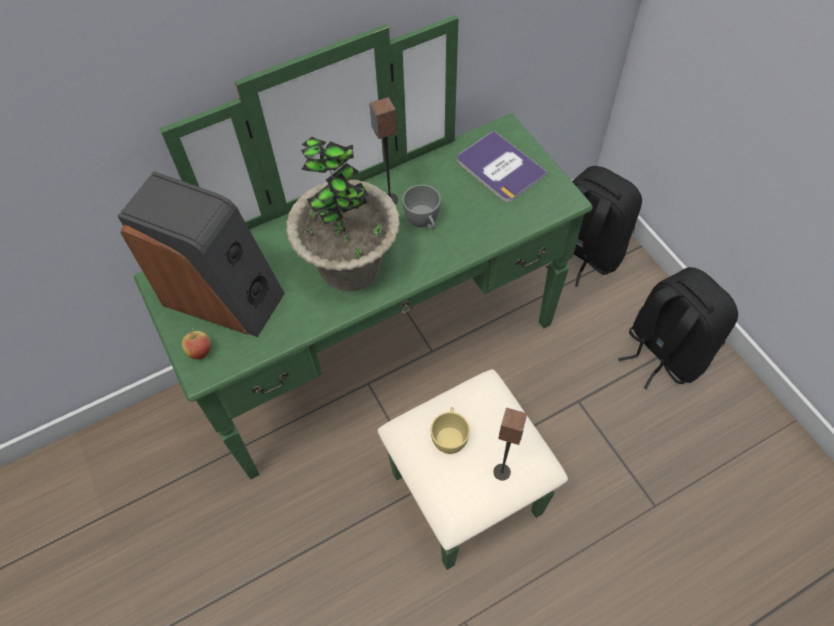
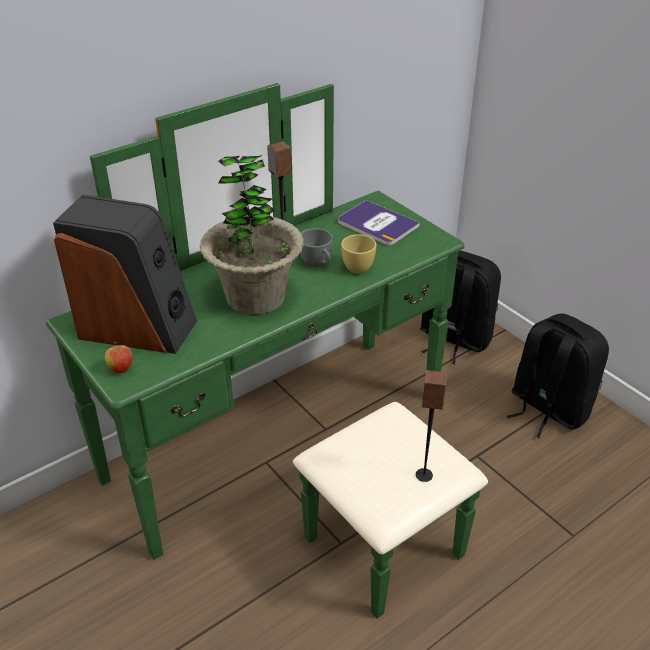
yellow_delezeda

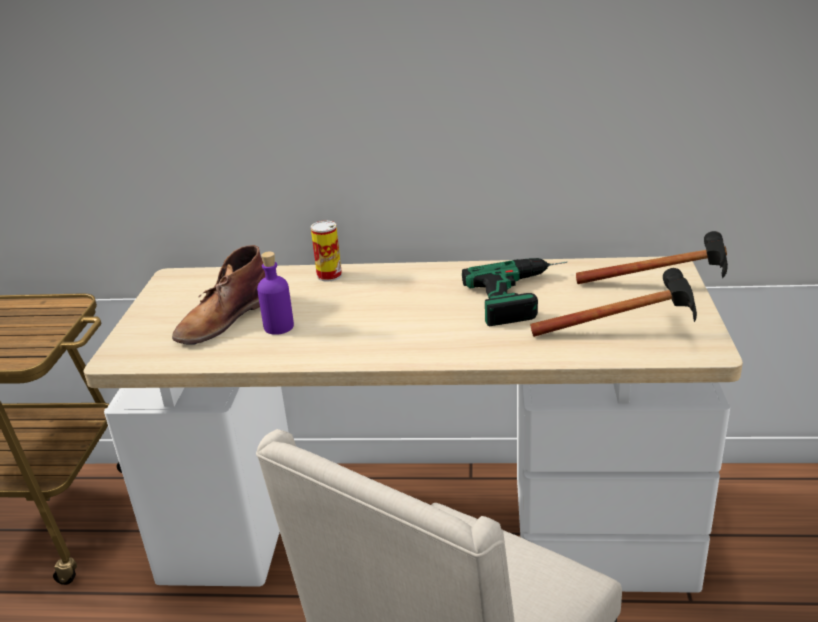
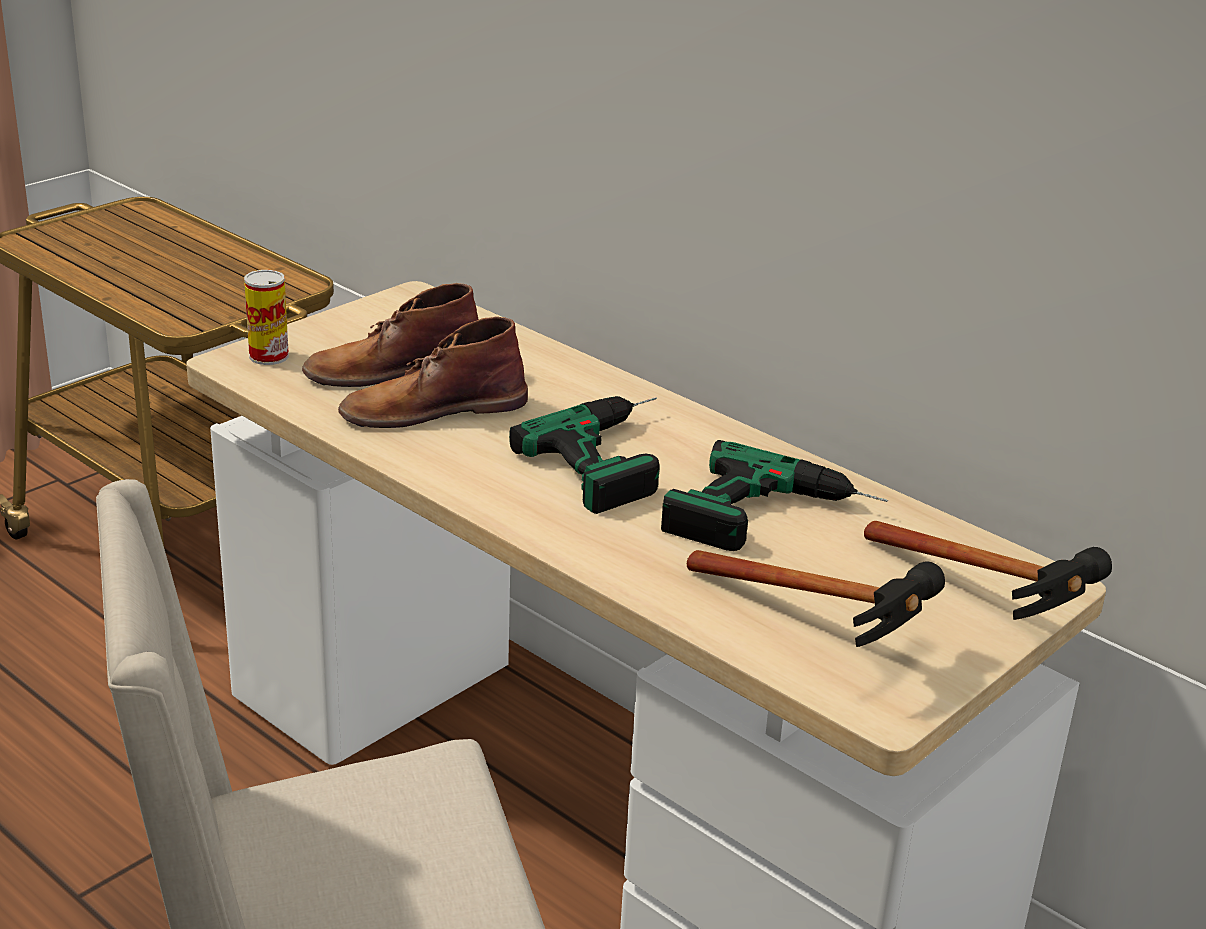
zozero; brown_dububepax (2nd from left); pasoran (1st from left)

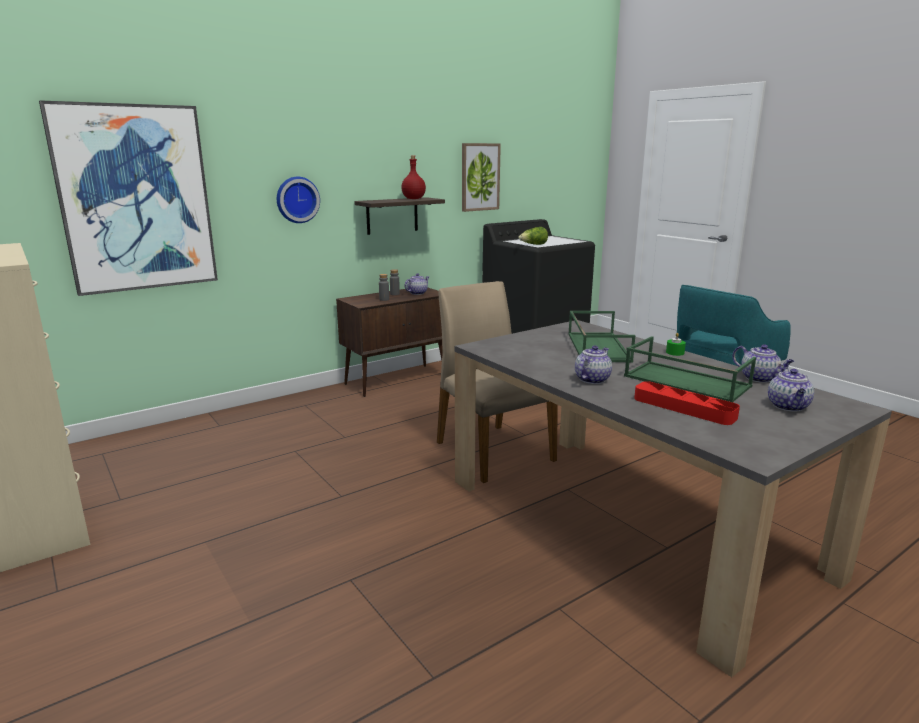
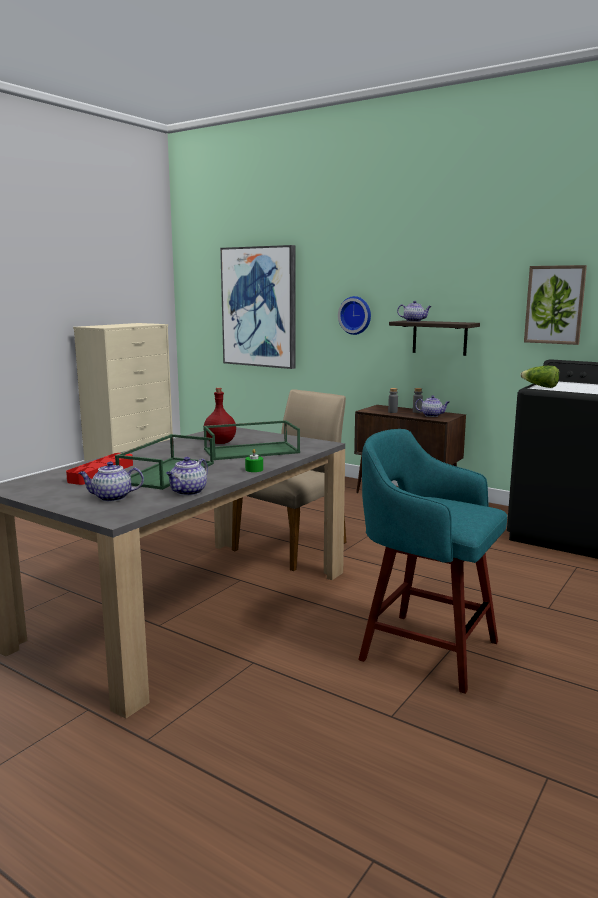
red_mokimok; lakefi (3rd from left)

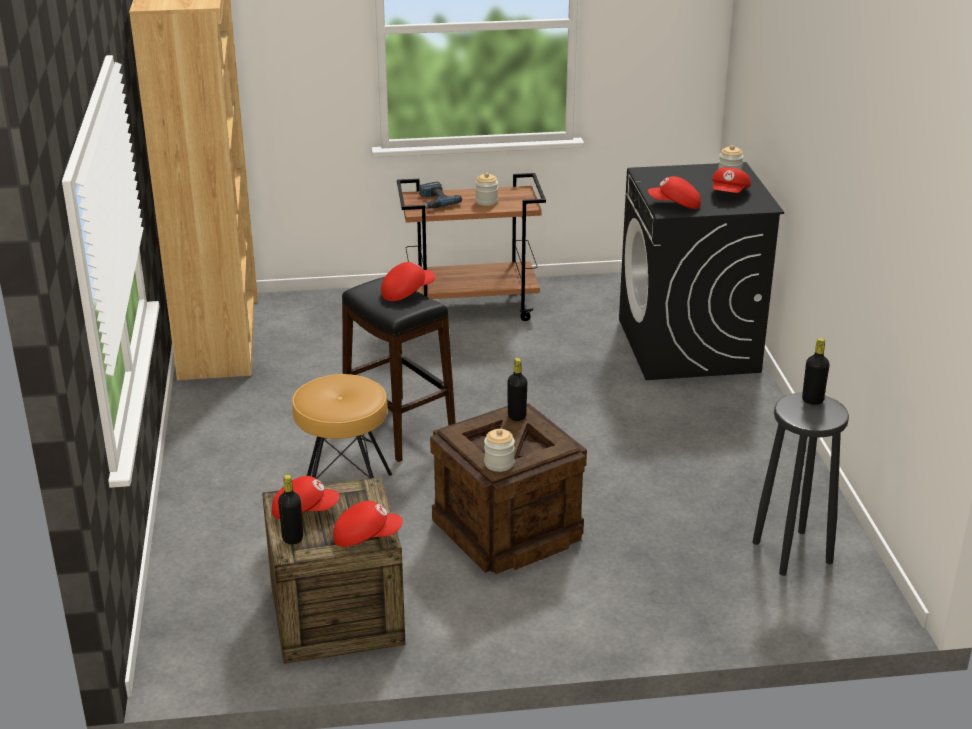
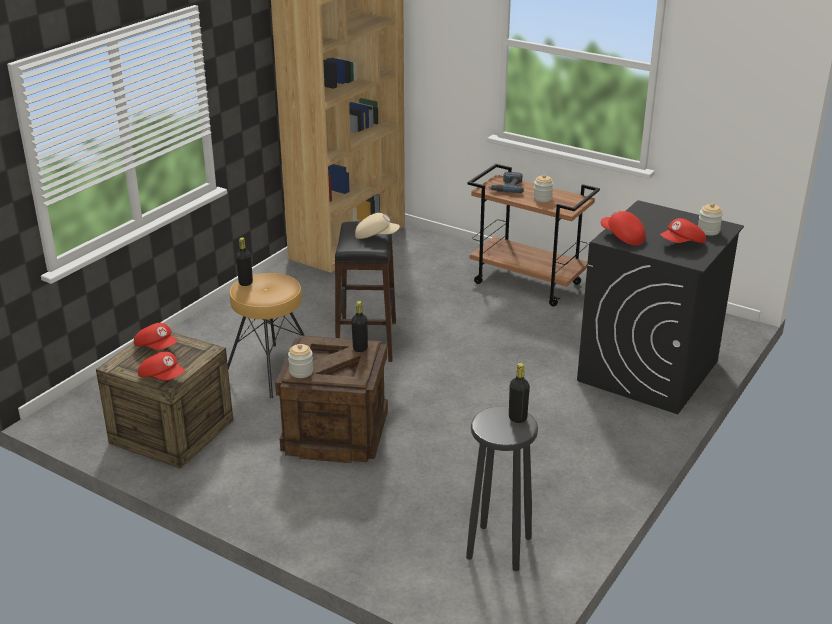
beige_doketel; black_mokimok (1st from left)

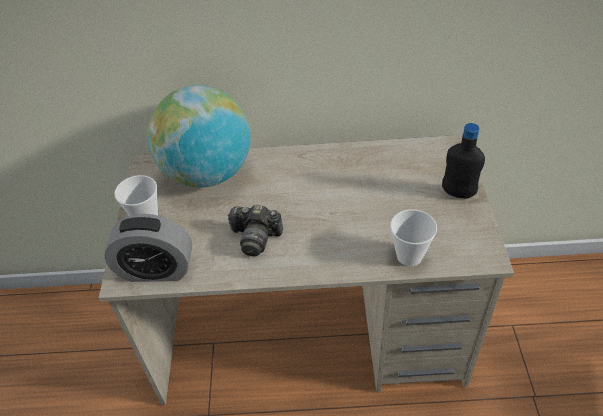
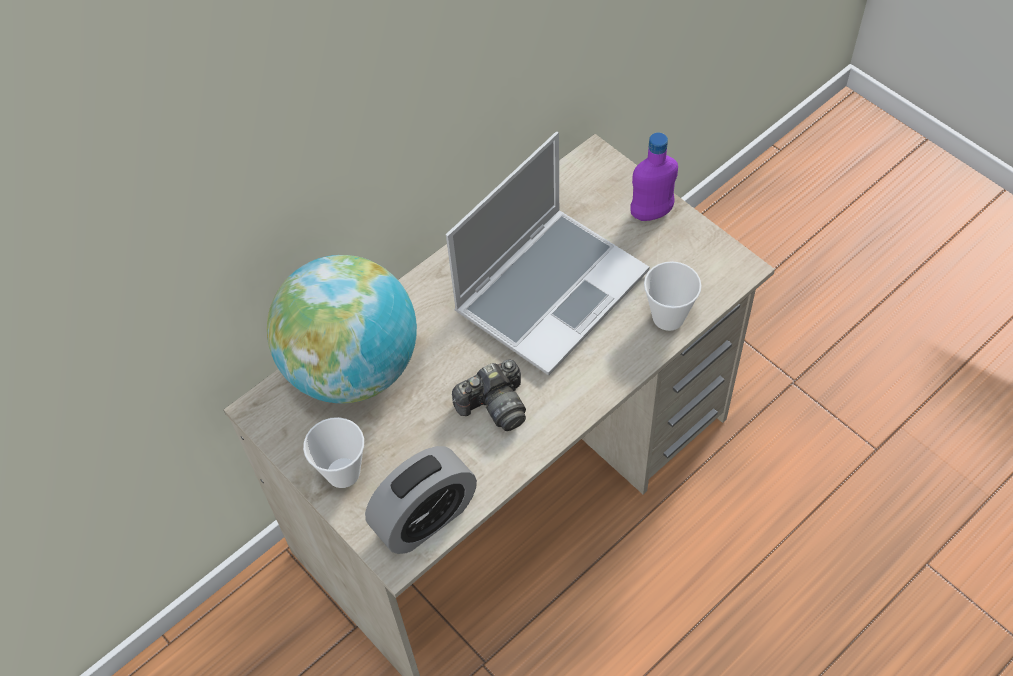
purple_mokimok; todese

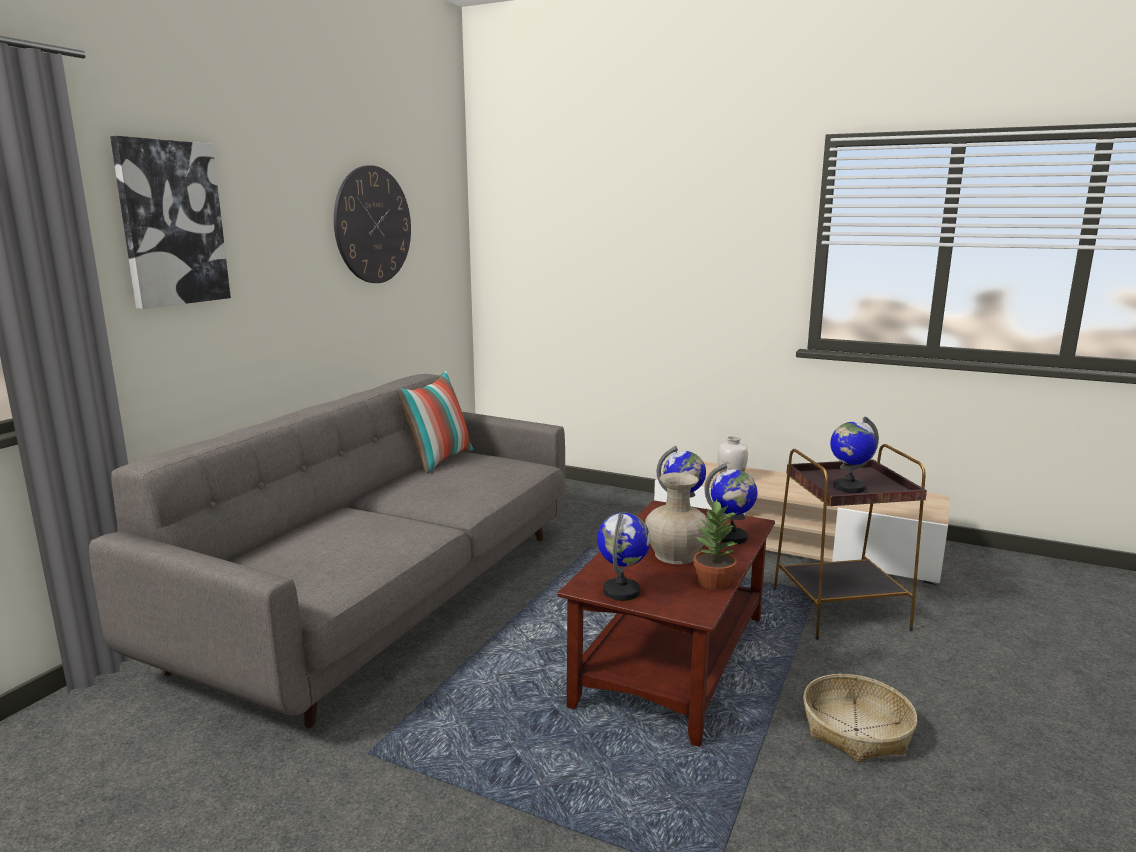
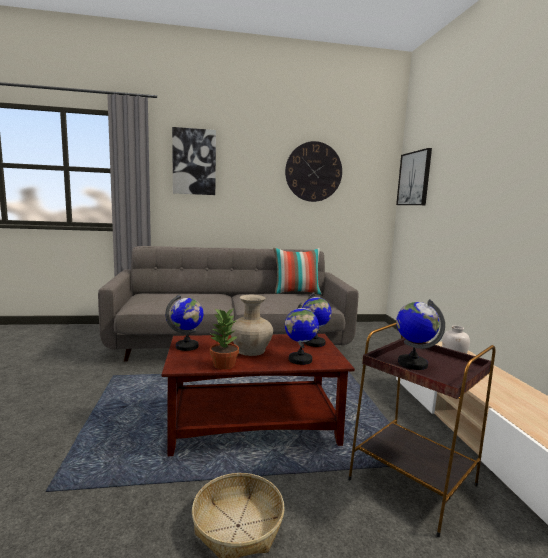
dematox (2nd from left)

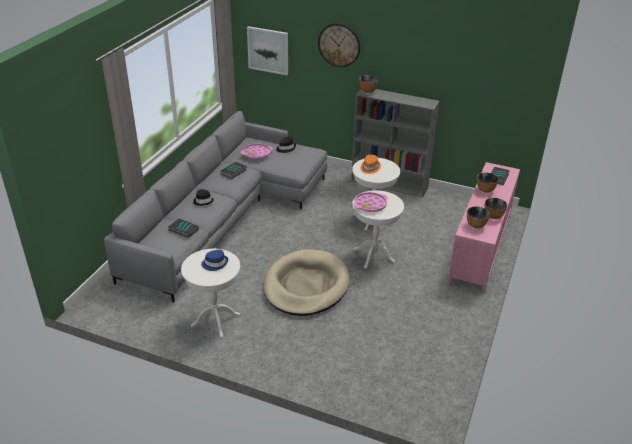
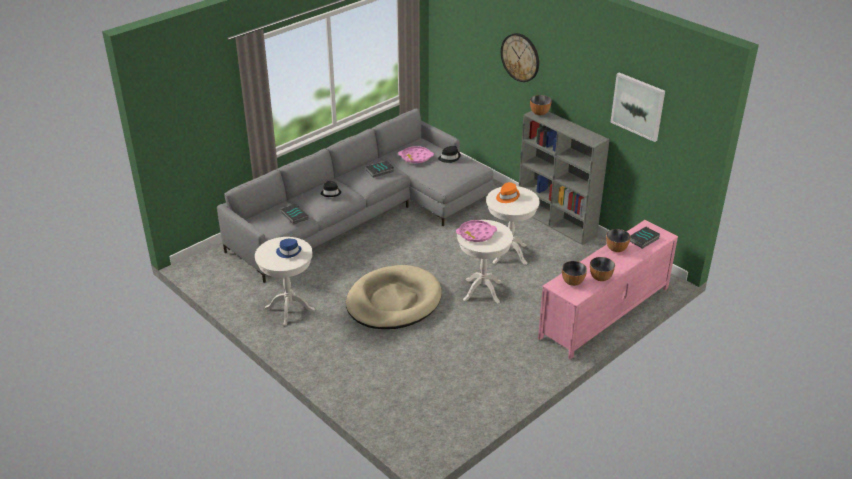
dematox

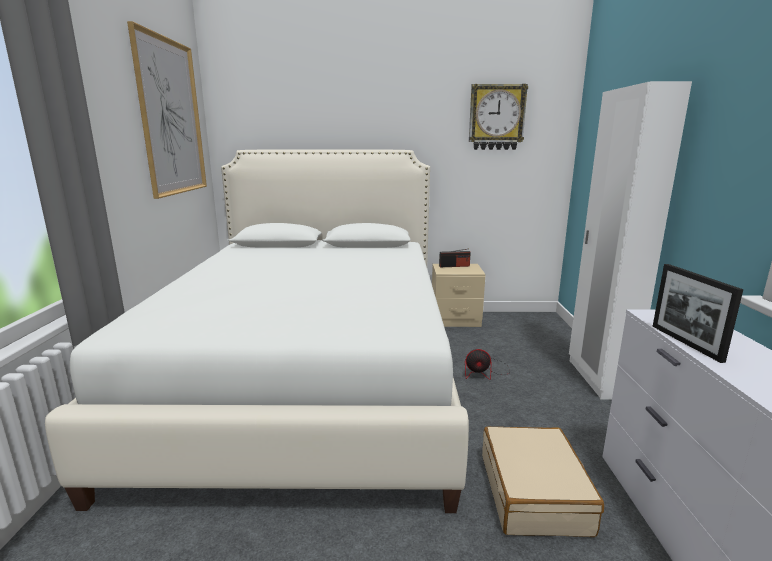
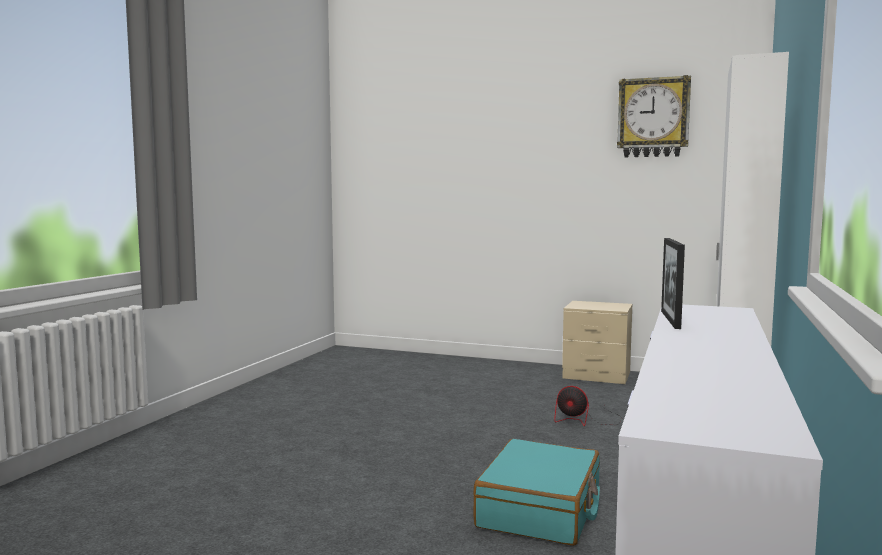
dematox; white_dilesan; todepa; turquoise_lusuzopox

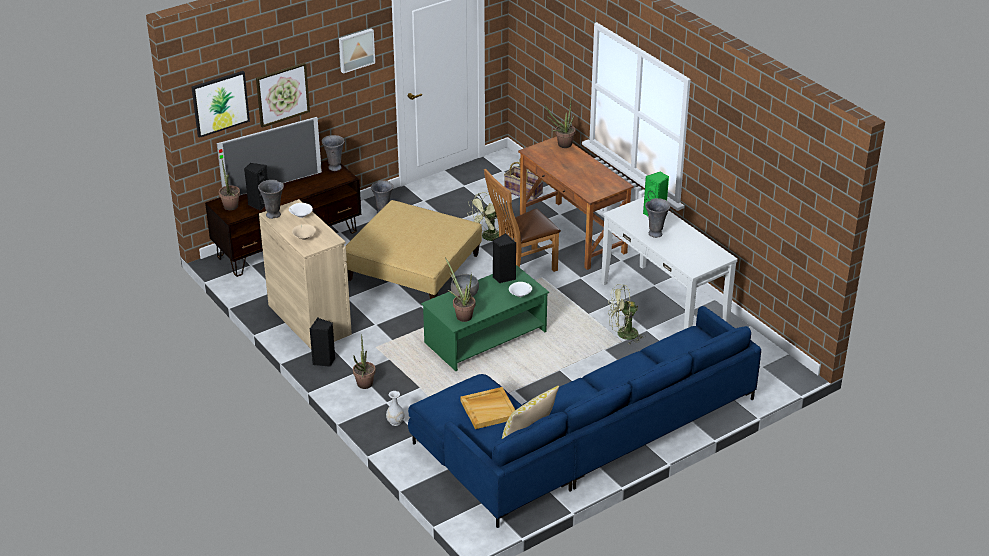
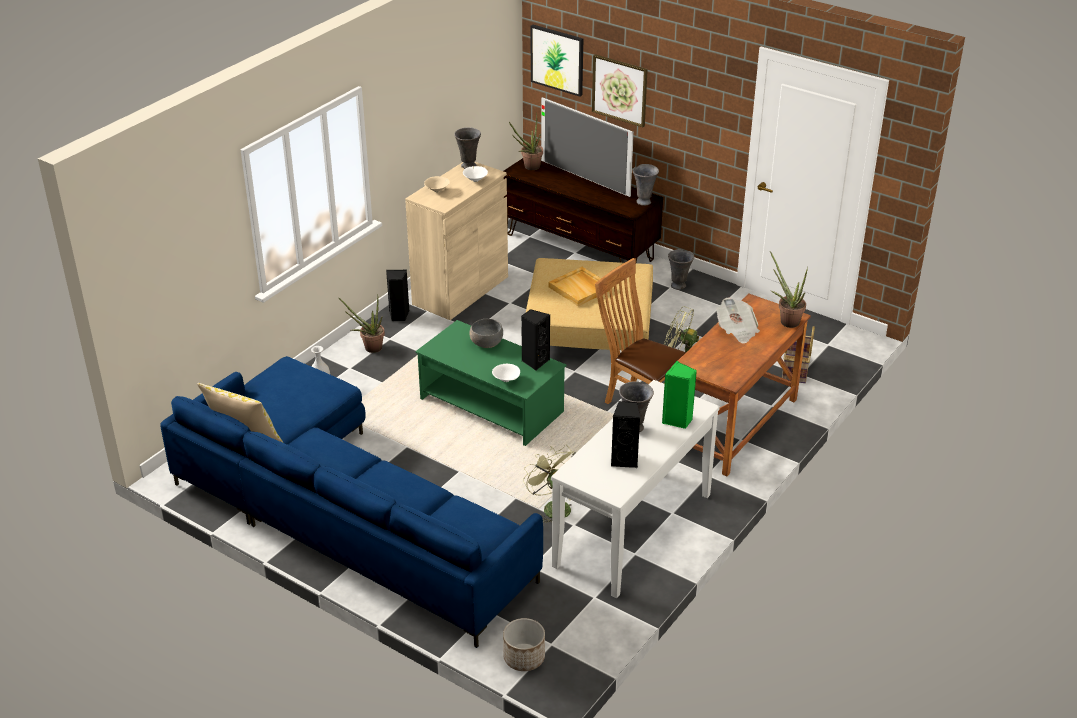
dematox (3rd from left in the first image); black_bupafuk (3rd from left); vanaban (3rd from left in the first image); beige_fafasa; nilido; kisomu

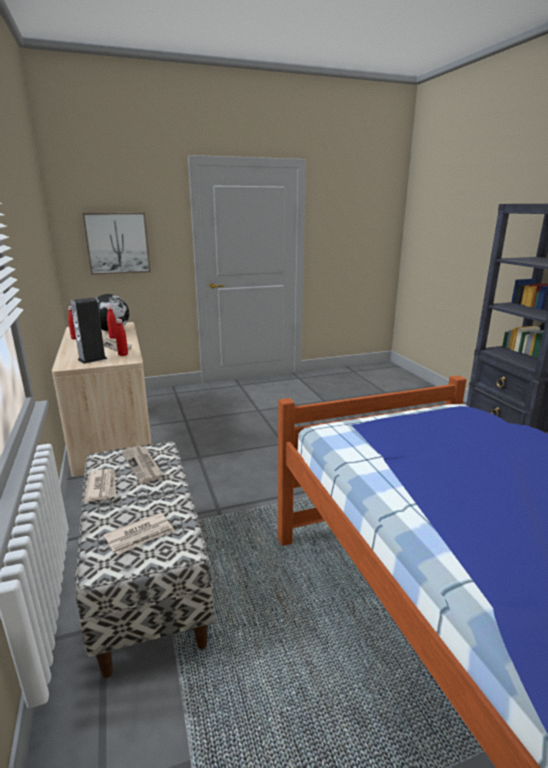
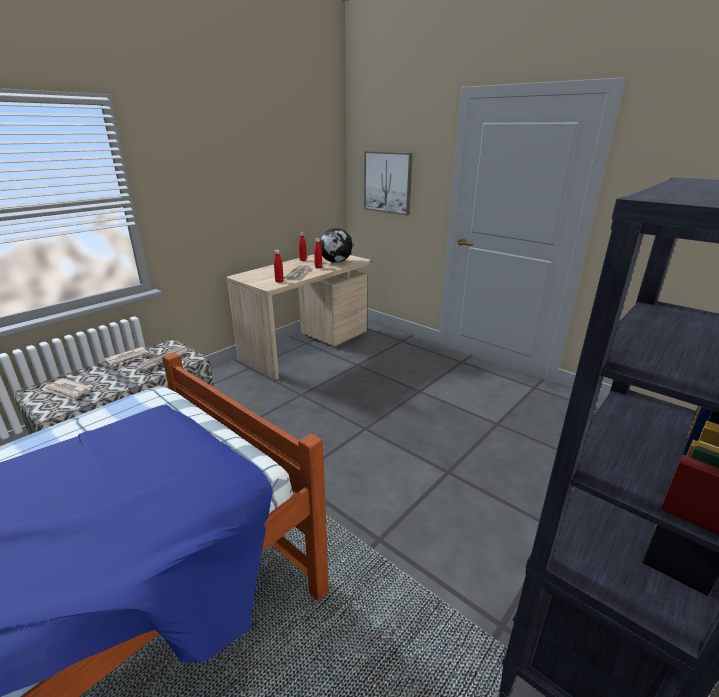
bupafuk

